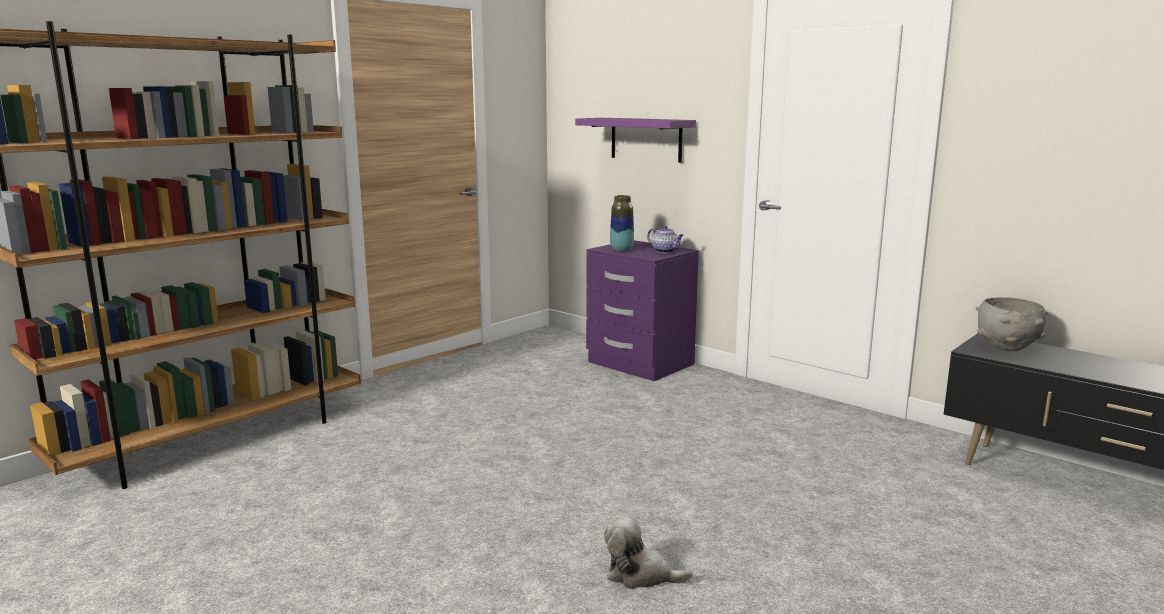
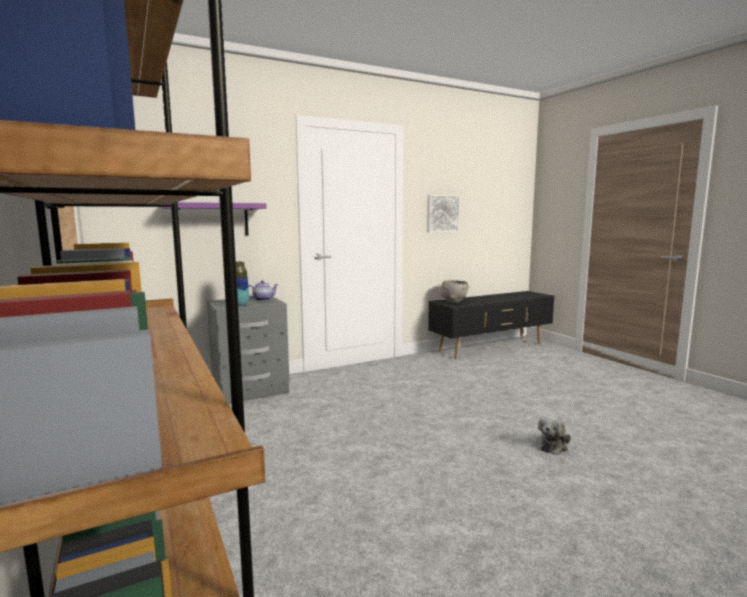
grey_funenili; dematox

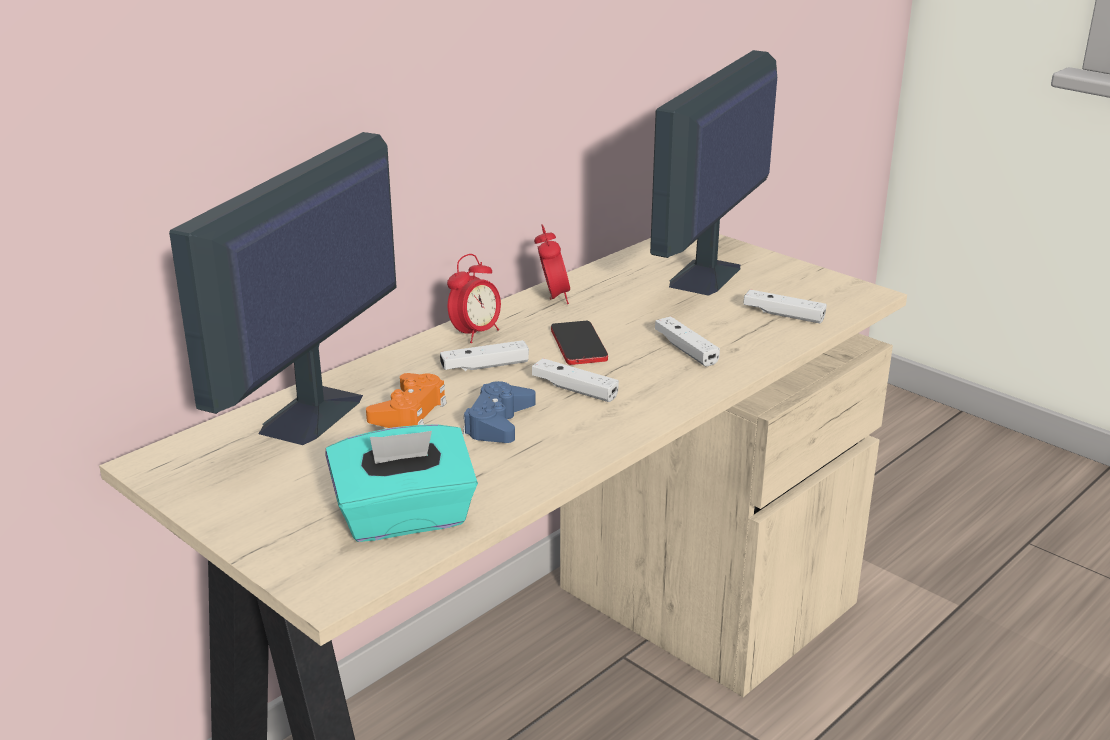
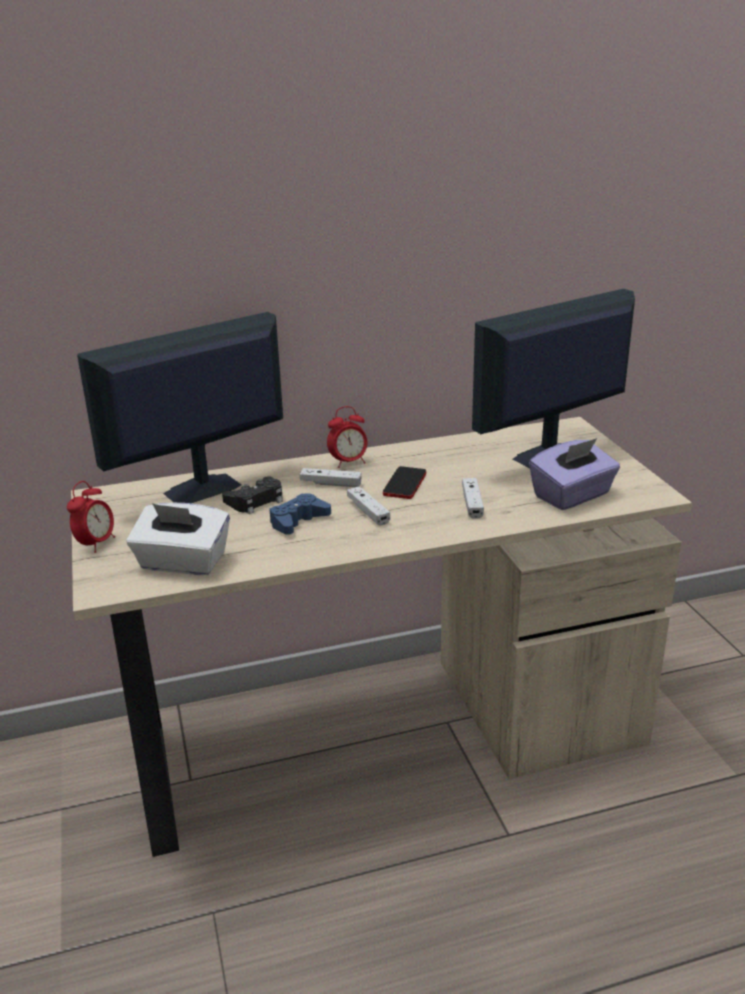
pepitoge (1st from left); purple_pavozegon; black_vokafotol; white_pavozegon

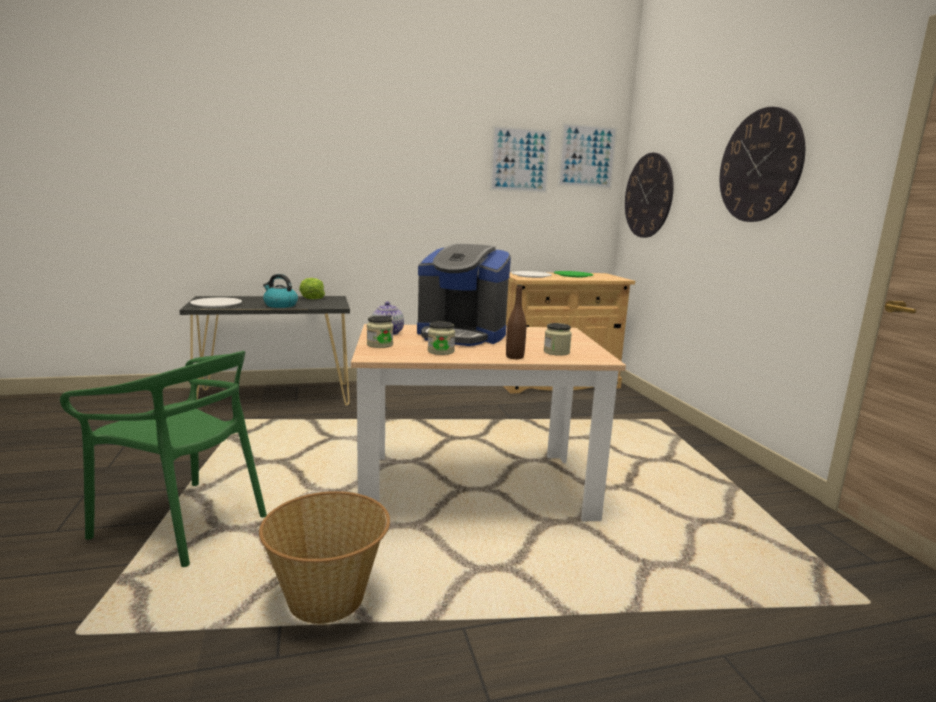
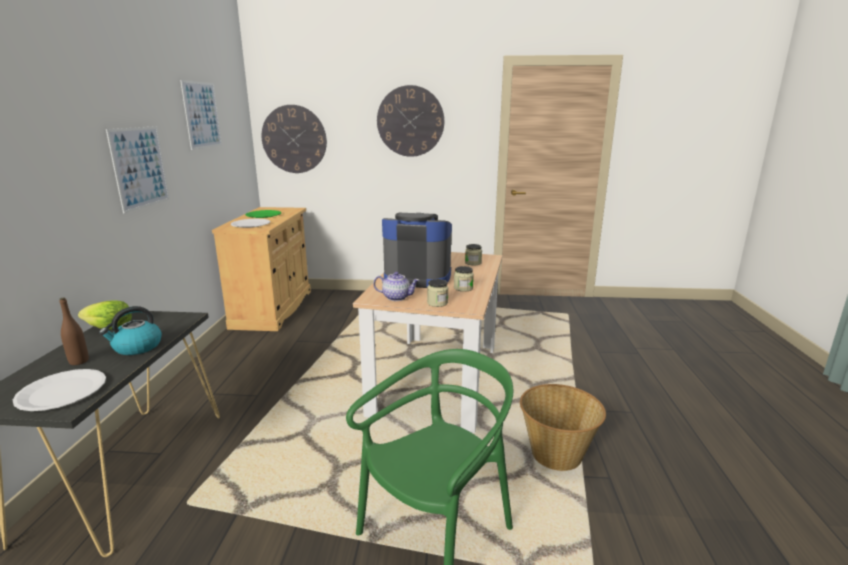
dematox (1st from left); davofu; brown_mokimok

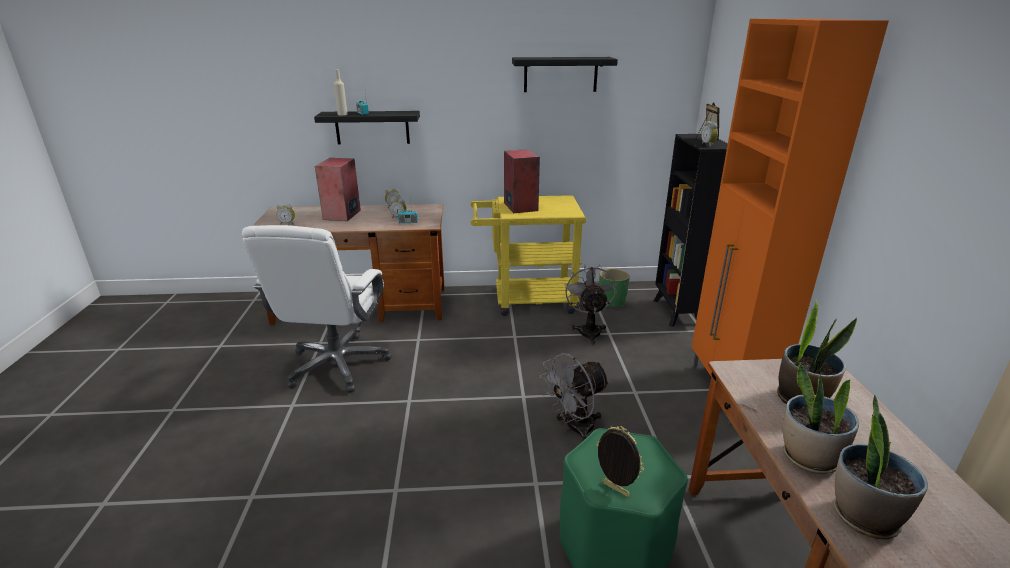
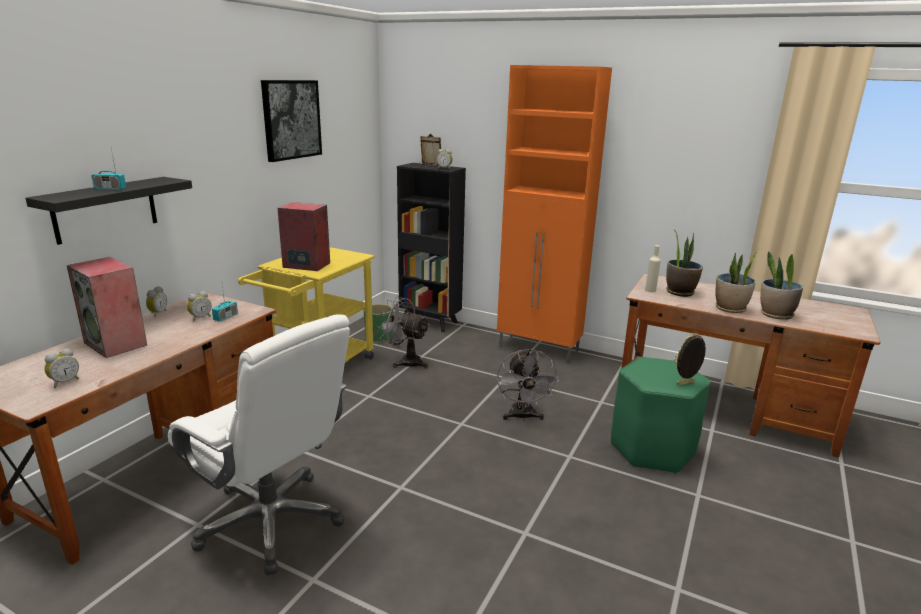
dematox; beige_mokimok

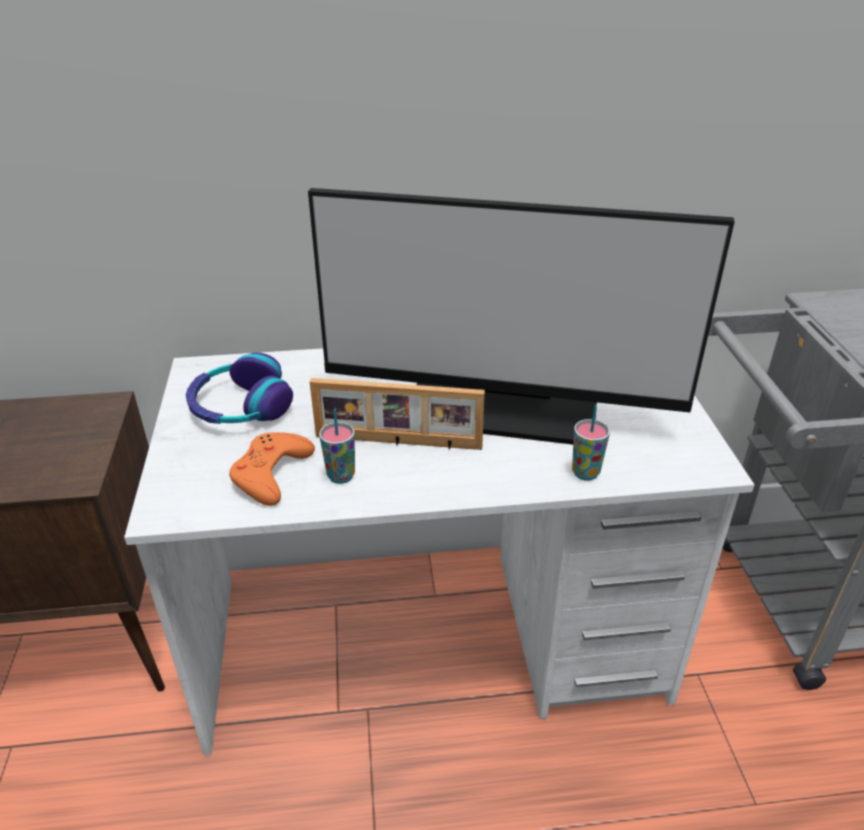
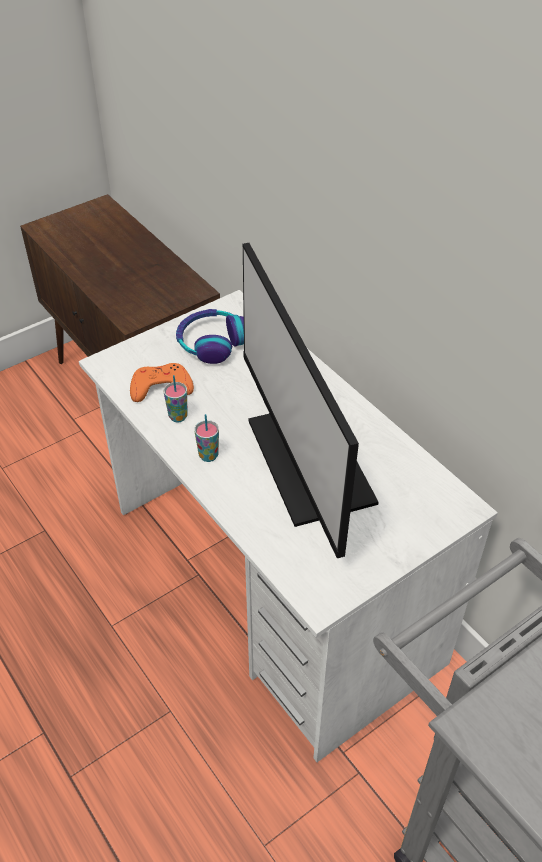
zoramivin; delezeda (2nd from left)

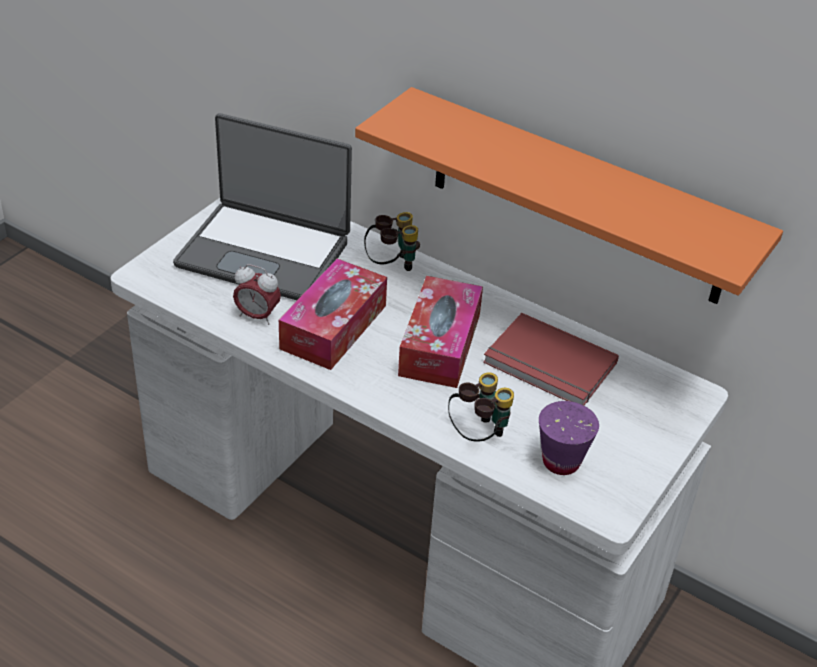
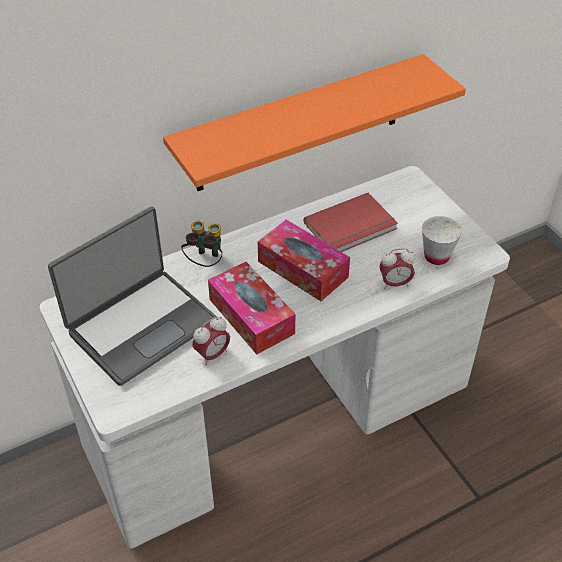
pepitoge (2nd from left); white_delezeda

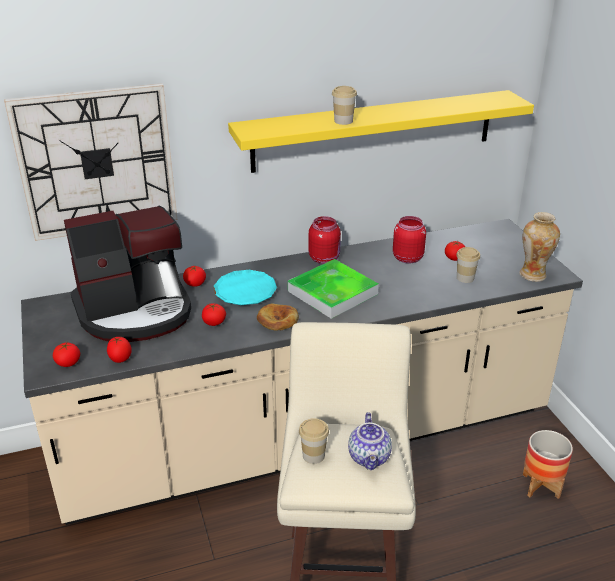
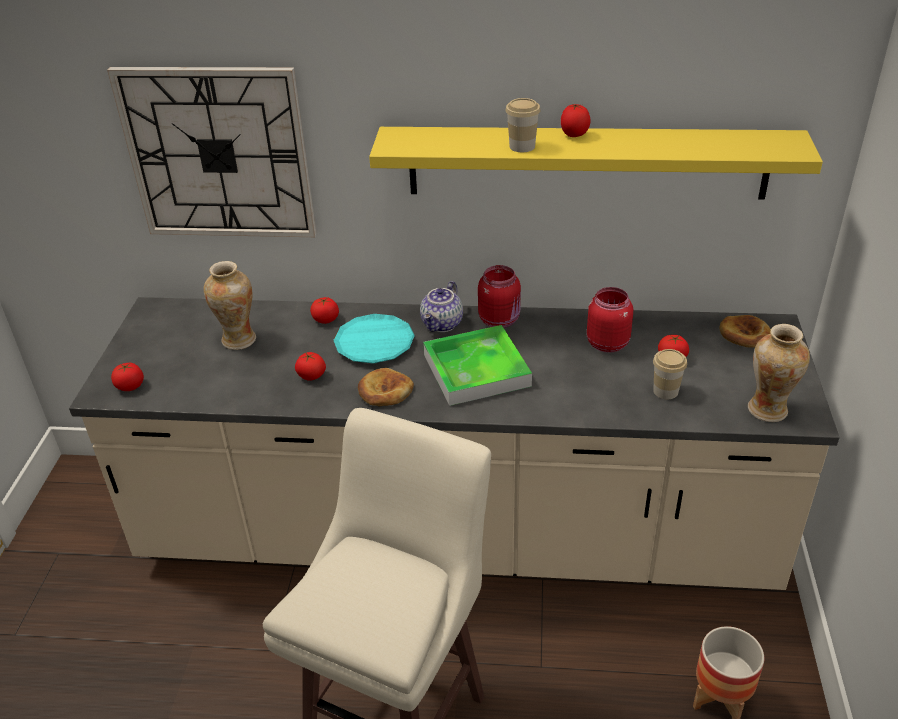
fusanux (1st from left); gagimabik (4th from left); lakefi; delezeda (1st from left in the first image); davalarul (2nd from left)

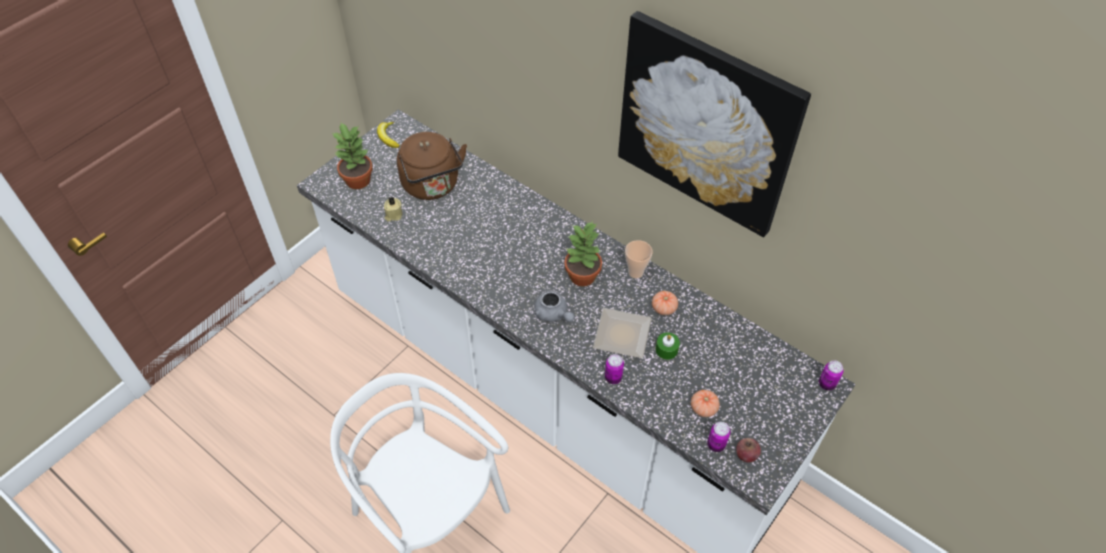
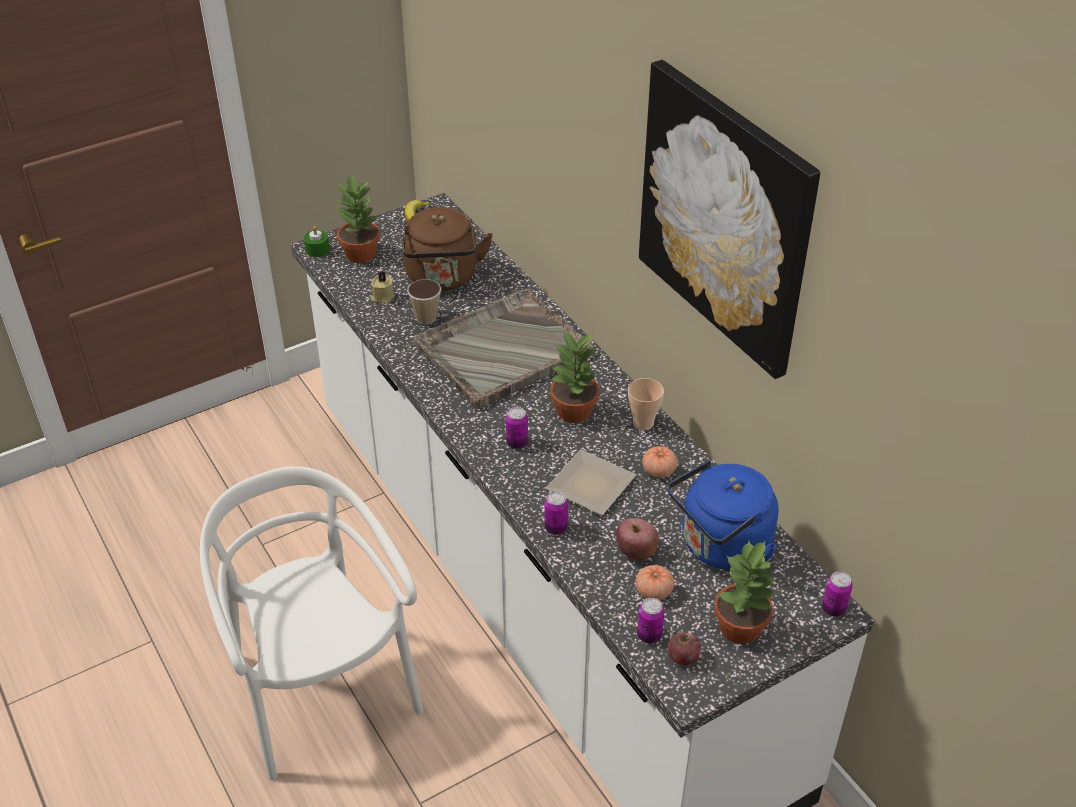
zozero (1st from left); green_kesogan; delezeda (1st from left); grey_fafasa; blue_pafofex; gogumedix (1st from left); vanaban (3rd from left)

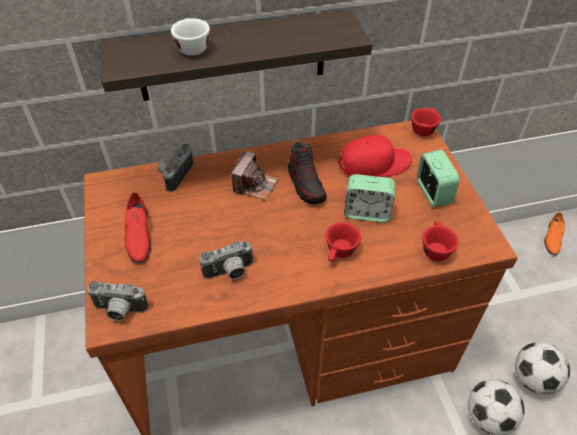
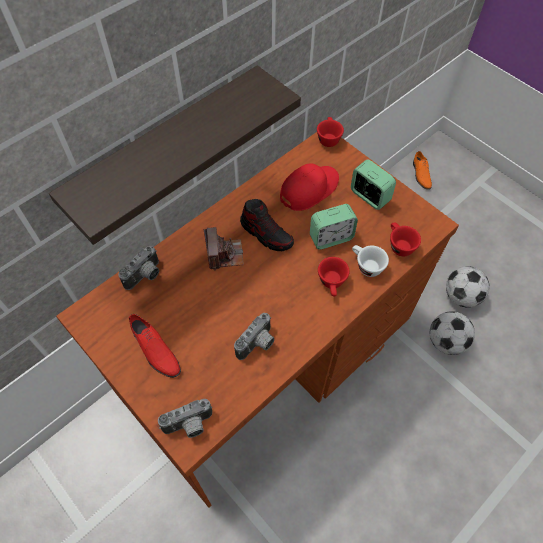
white_delezeda; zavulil (1st from left)

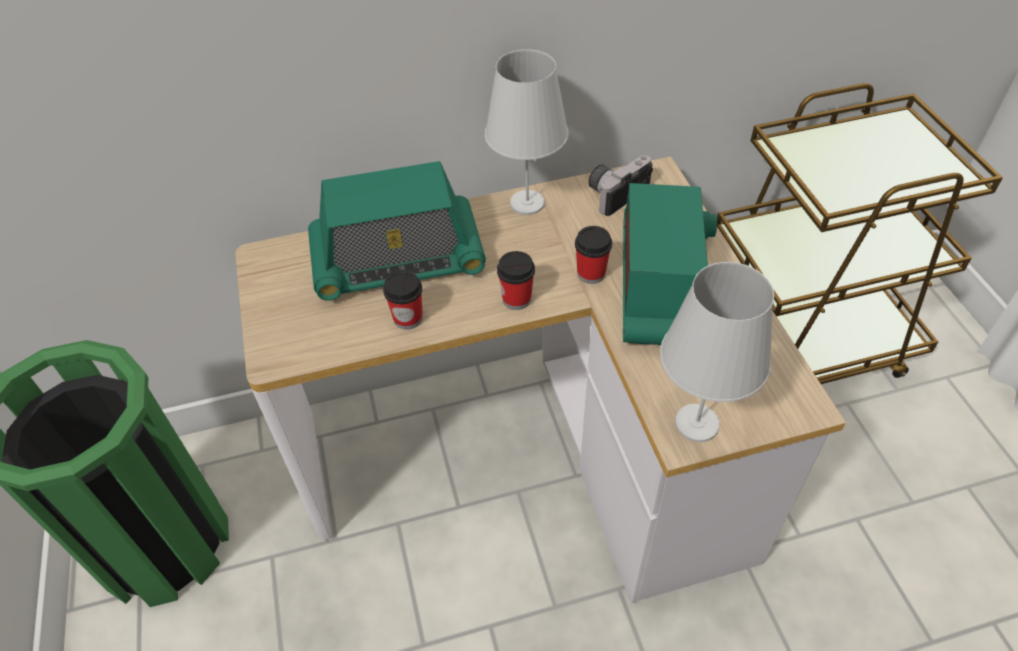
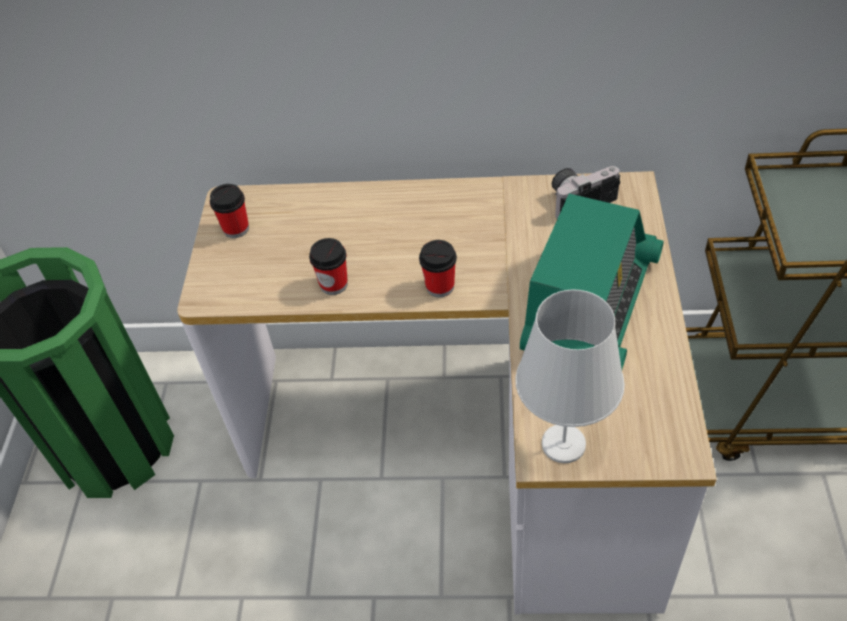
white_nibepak (1st from left in the first image); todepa (1st from left in the first image); delezeda (1st from left)

